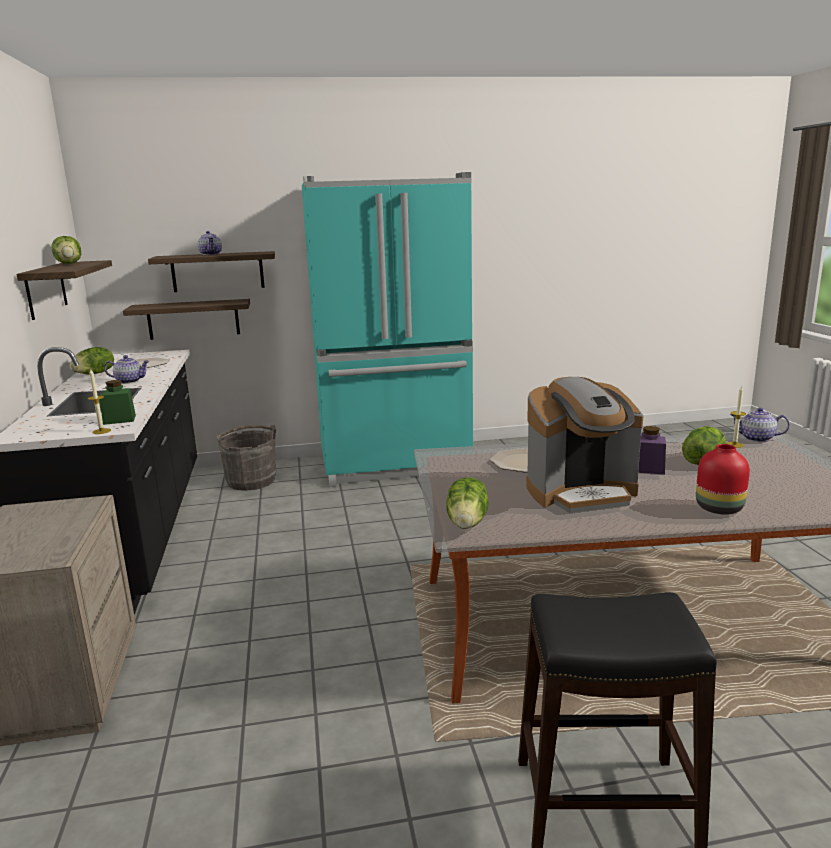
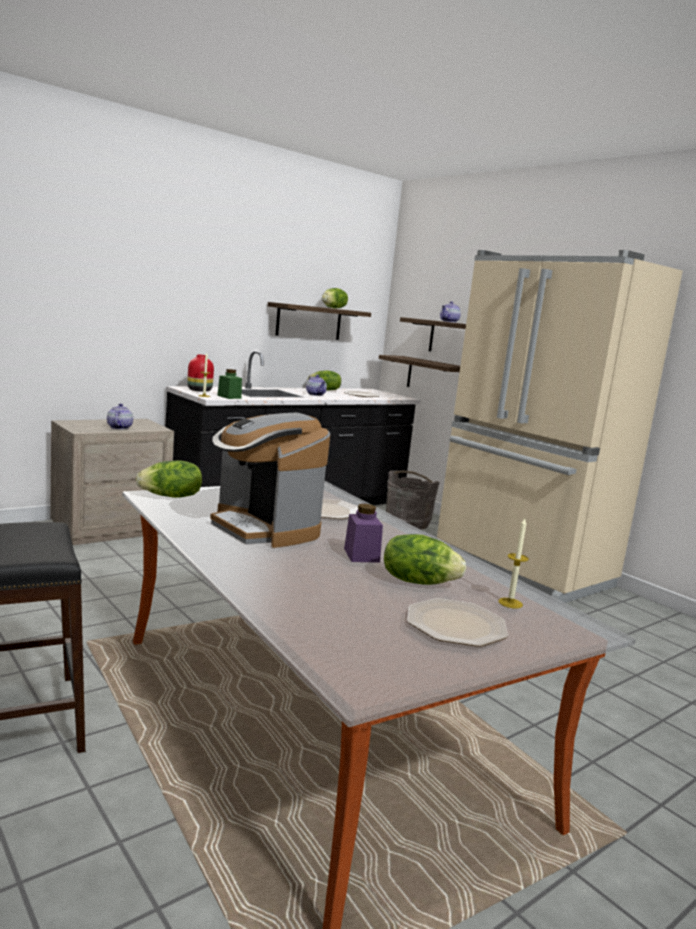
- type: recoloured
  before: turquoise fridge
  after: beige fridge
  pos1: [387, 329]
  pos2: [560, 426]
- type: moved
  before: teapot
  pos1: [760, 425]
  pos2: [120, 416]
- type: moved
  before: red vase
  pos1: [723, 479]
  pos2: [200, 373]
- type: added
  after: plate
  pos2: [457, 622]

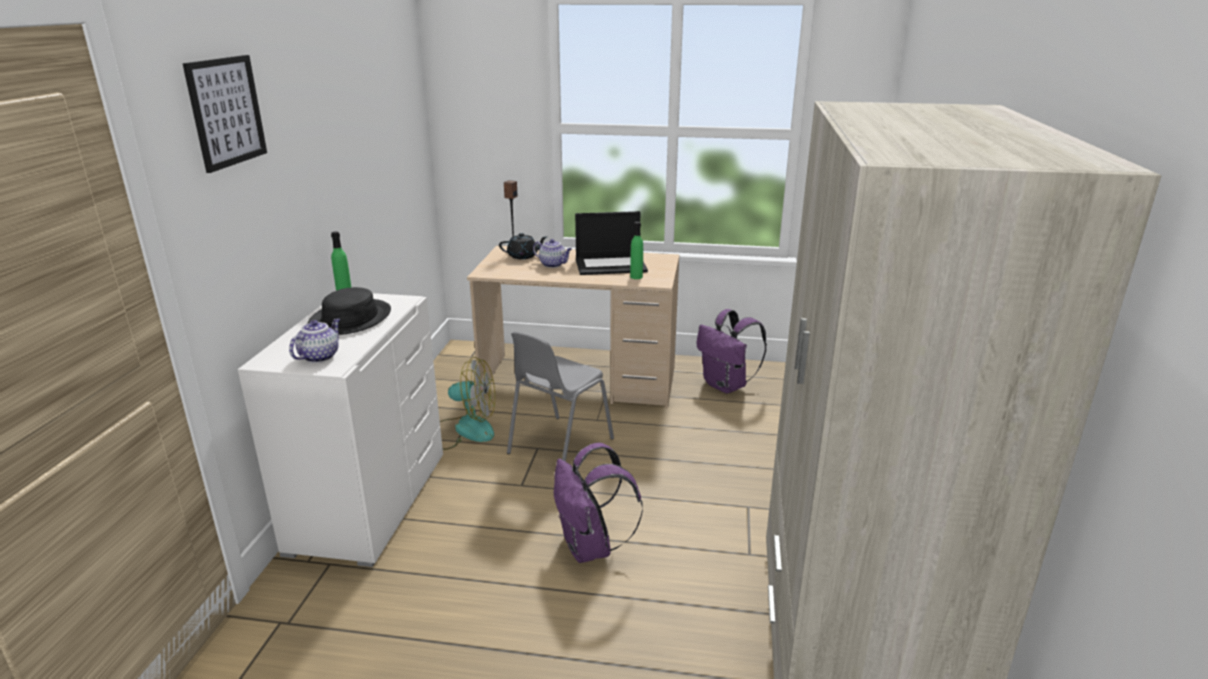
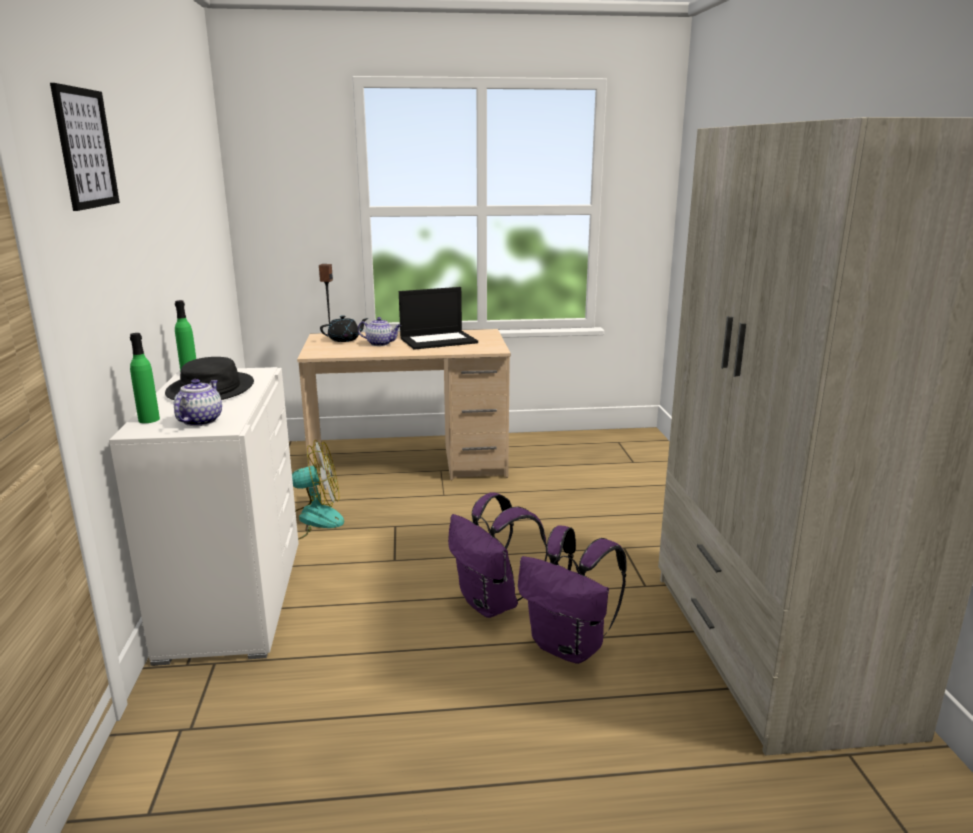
- type: moved
  before: green bottle
  pos1: [636, 250]
  pos2: [145, 378]
- type: moved
  before: purple backpack
  pos1: [731, 351]
  pos2: [572, 595]
- type: removed
  before: grey chair
  pos1: [560, 396]

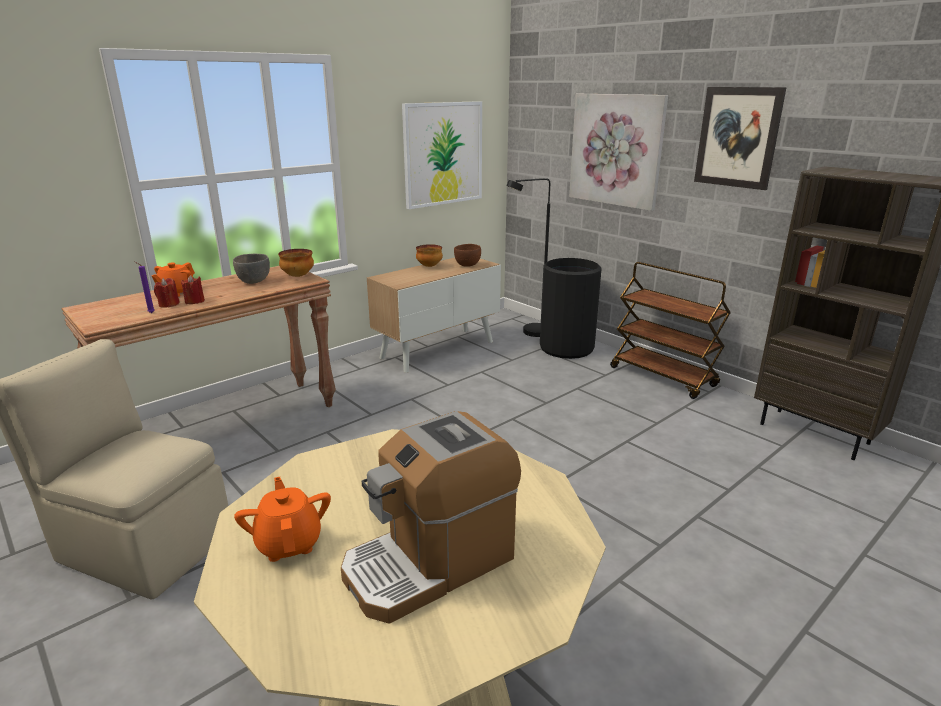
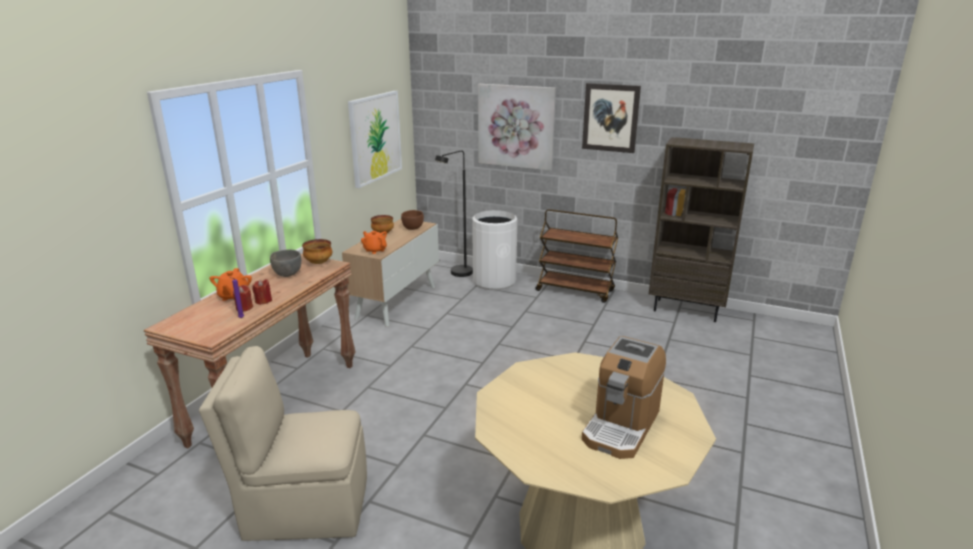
- type: recoloured
  before: black trash can
  after: white trash can
  pos1: [571, 308]
  pos2: [494, 250]
- type: moved
  before: orange teapot
  pos1: [282, 519]
  pos2: [374, 242]

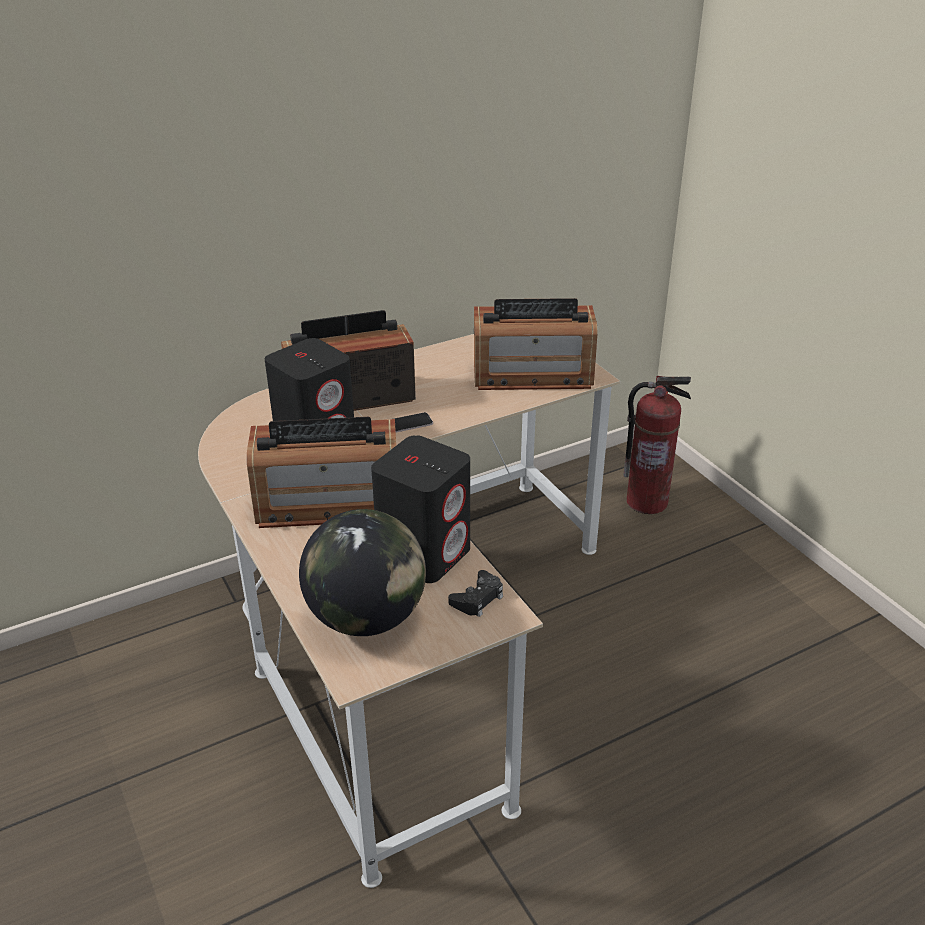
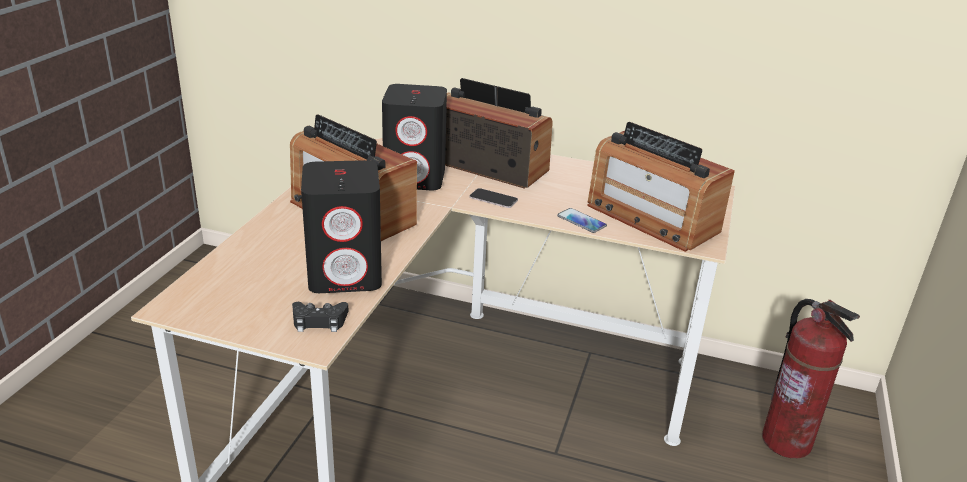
- type: removed
  before: globe
  pos1: [362, 572]
- type: added
  after: phone
  pos2: [582, 220]

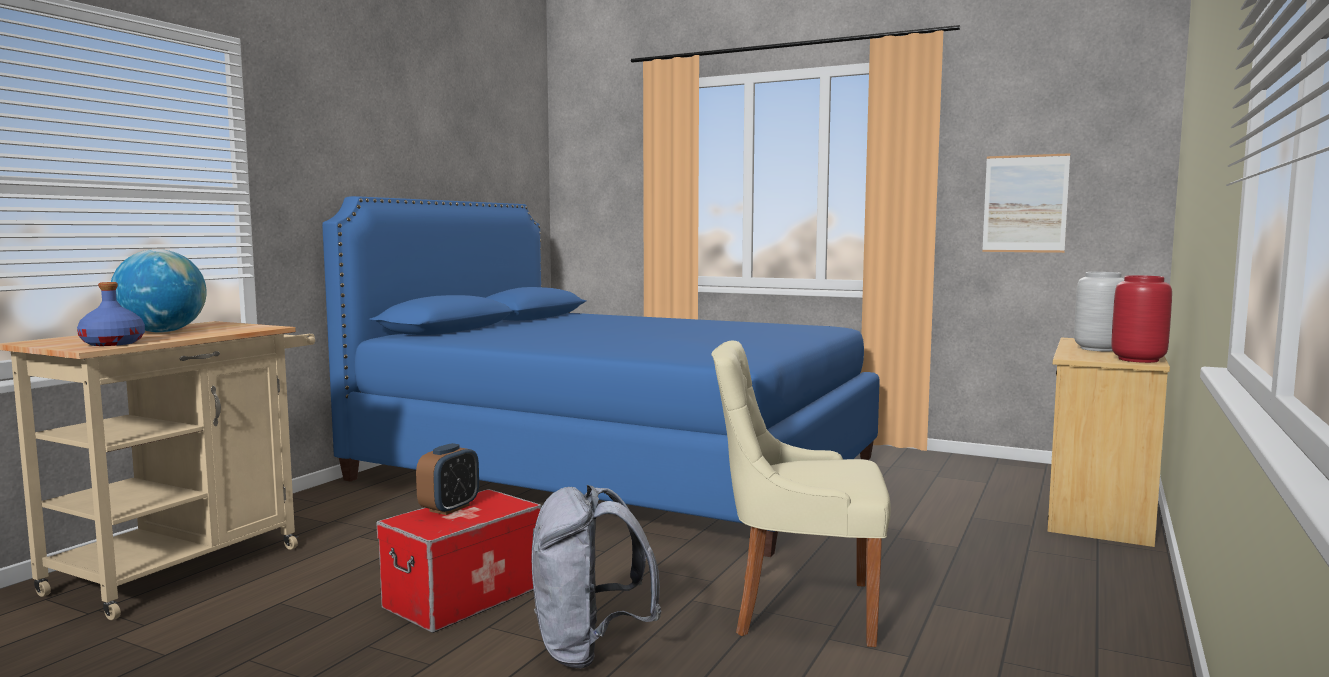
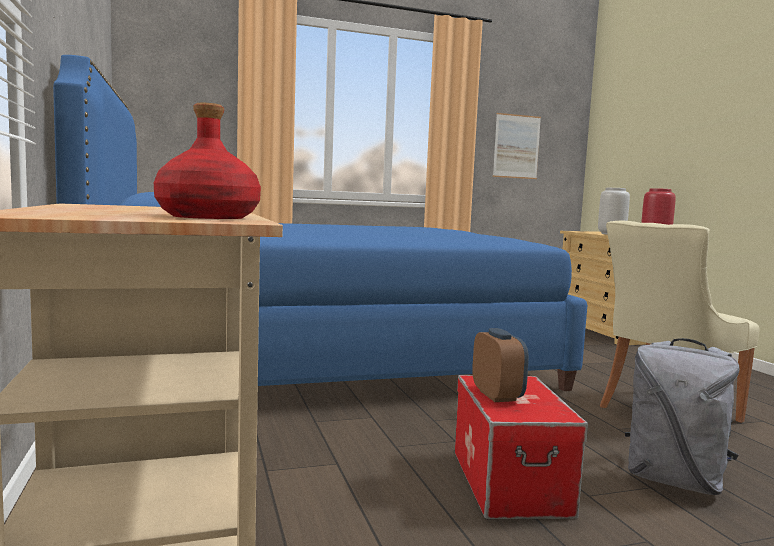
- type: removed
  before: globe
  pos1: [159, 291]
- type: recoloured
  before: blue bottle
  after: red bottle
  pos1: [111, 314]
  pos2: [207, 161]

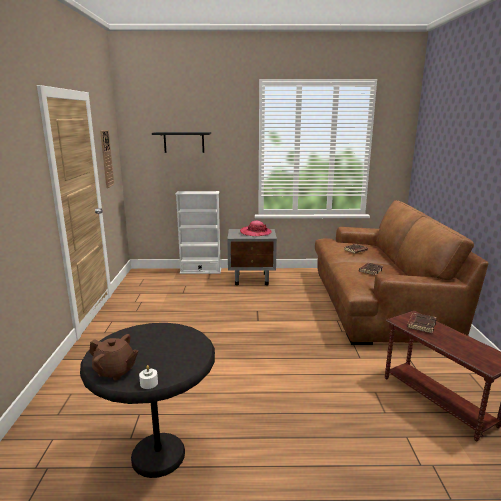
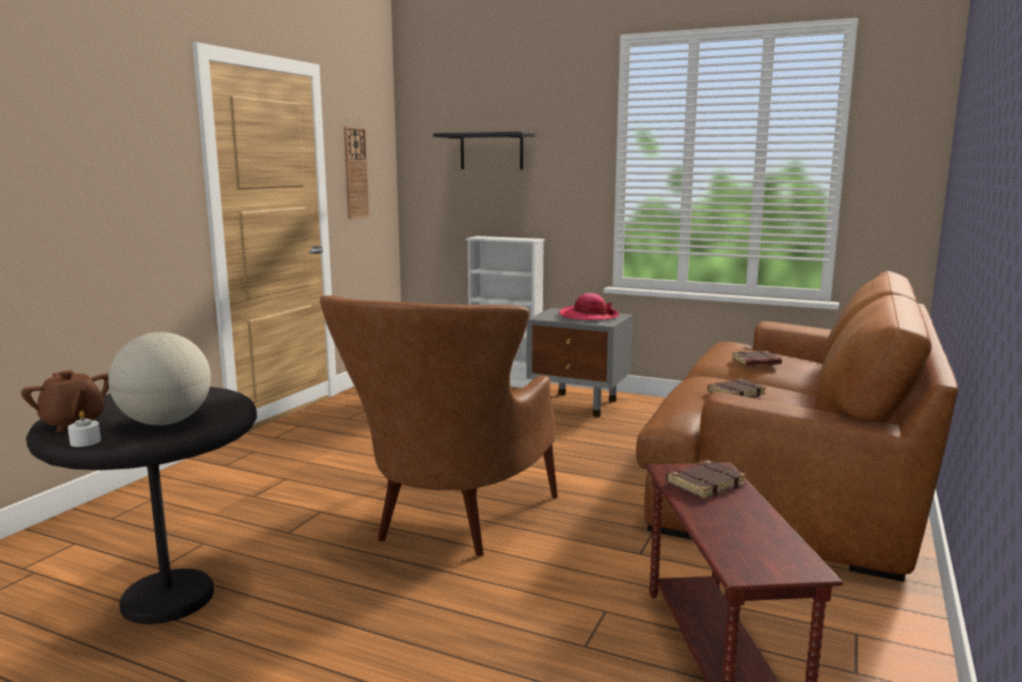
- type: added
  after: brown armchair
  pos2: [439, 426]
- type: added
  after: globe
  pos2: [159, 378]

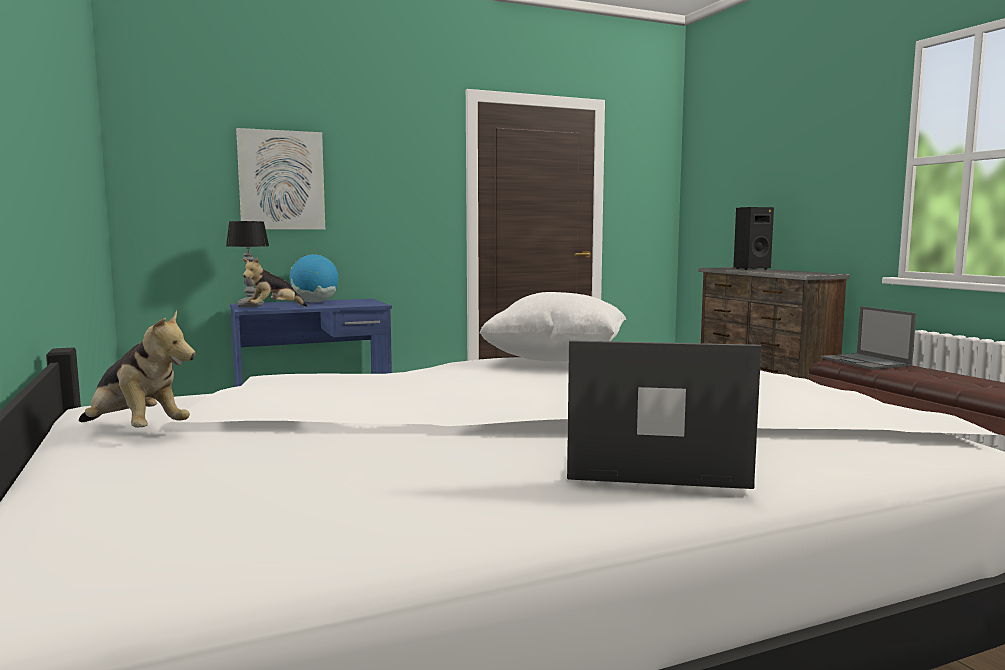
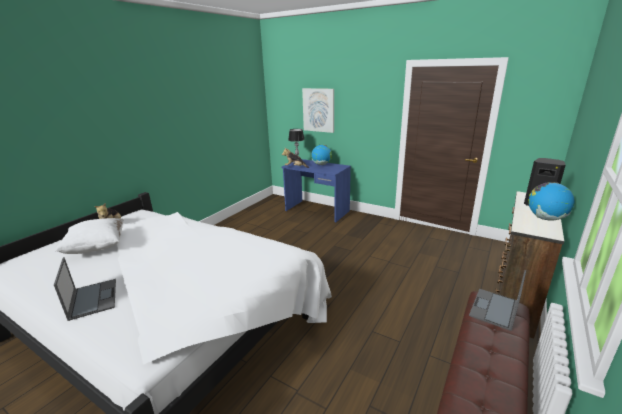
- type: moved
  before: white pillow
  pos1: [553, 326]
  pos2: [89, 236]
- type: added
  after: globe
  pos2: [551, 201]

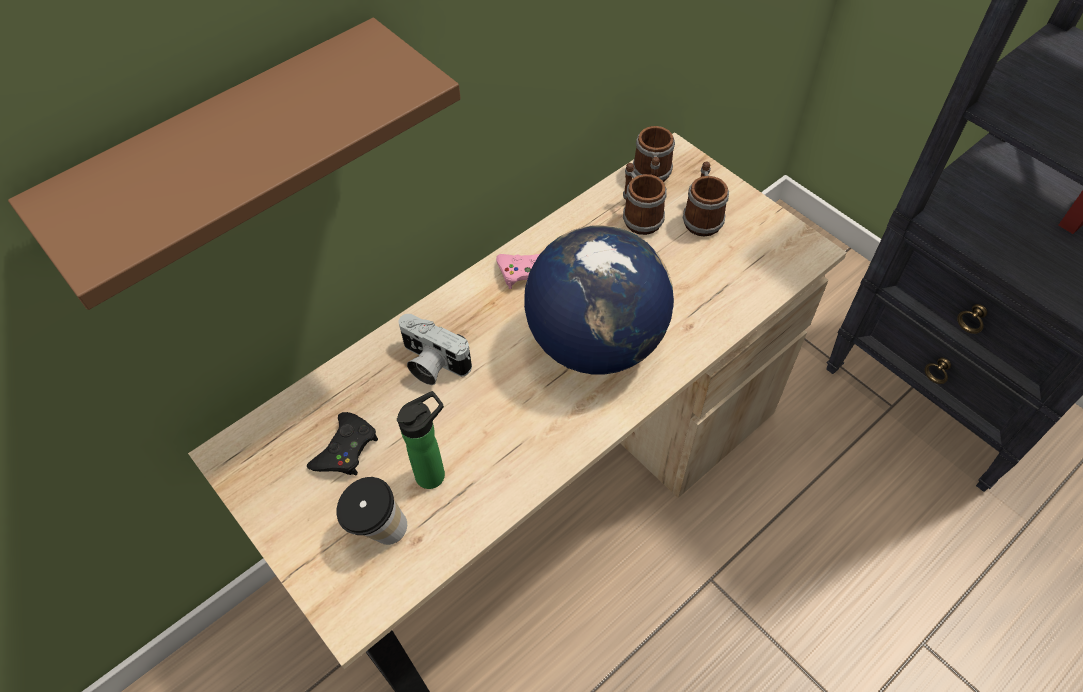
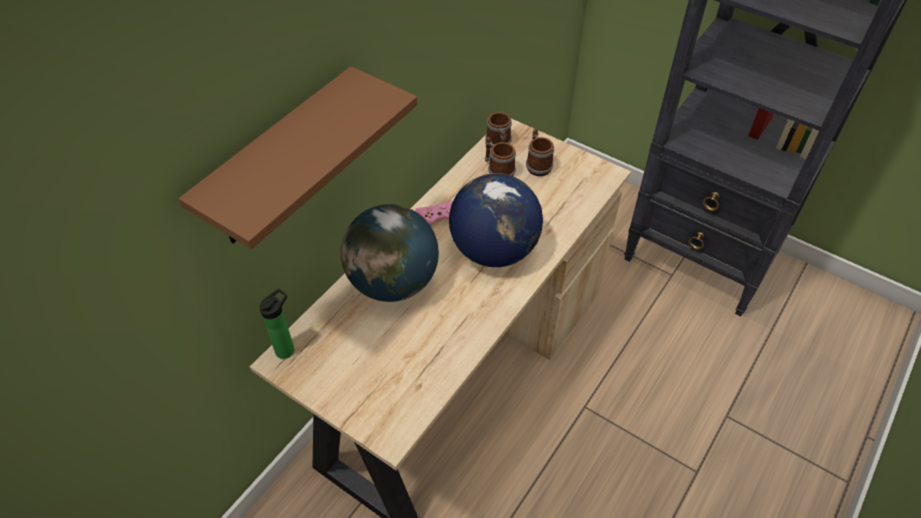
- type: replaced
  before: photo camera
  after: globe
  pos1: [435, 349]
  pos2: [390, 253]
- type: moved
  before: bottle
  pos1: [421, 440]
  pos2: [276, 323]
- type: removed
  before: black game controller
  pos1: [342, 443]
- type: removed
  before: cup
  pos1: [372, 511]

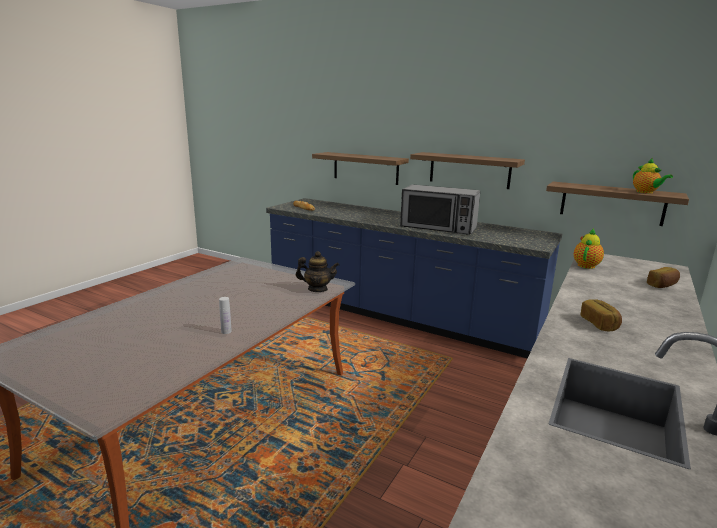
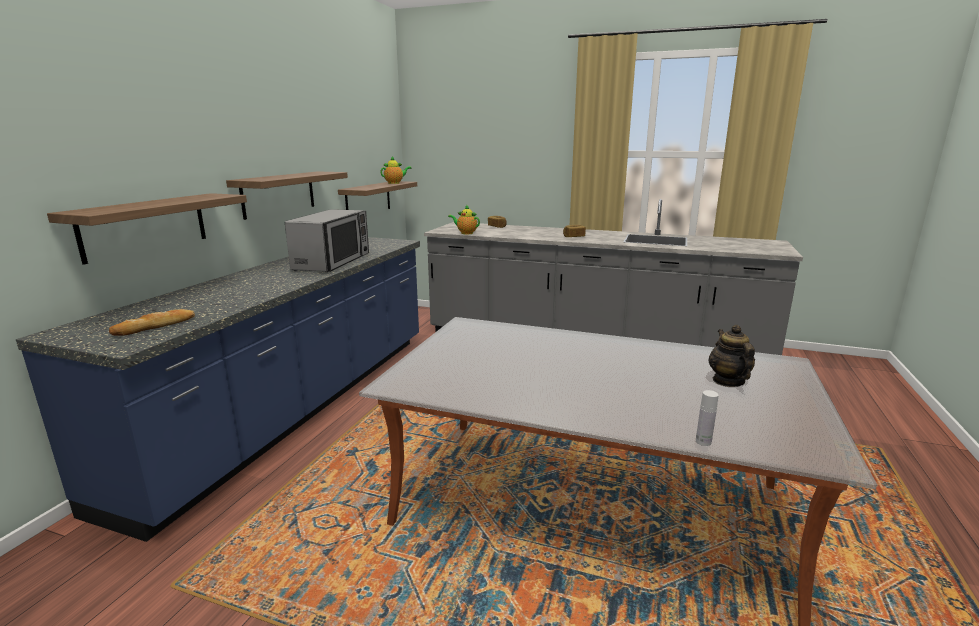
- type: moved
  before: teapot
  pos1: [317, 271]
  pos2: [731, 356]
- type: moved
  before: white bottle
  pos1: [225, 315]
  pos2: [707, 418]

